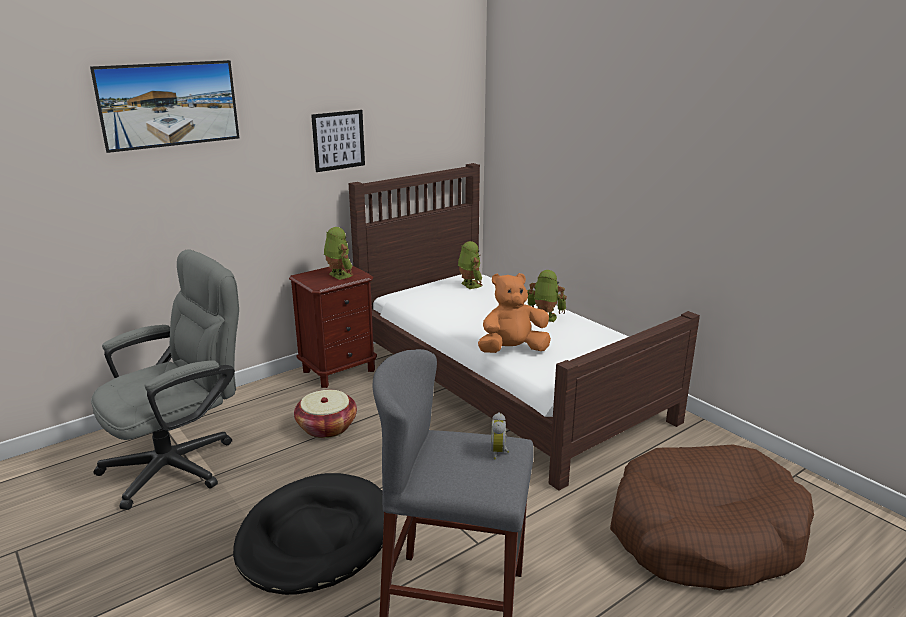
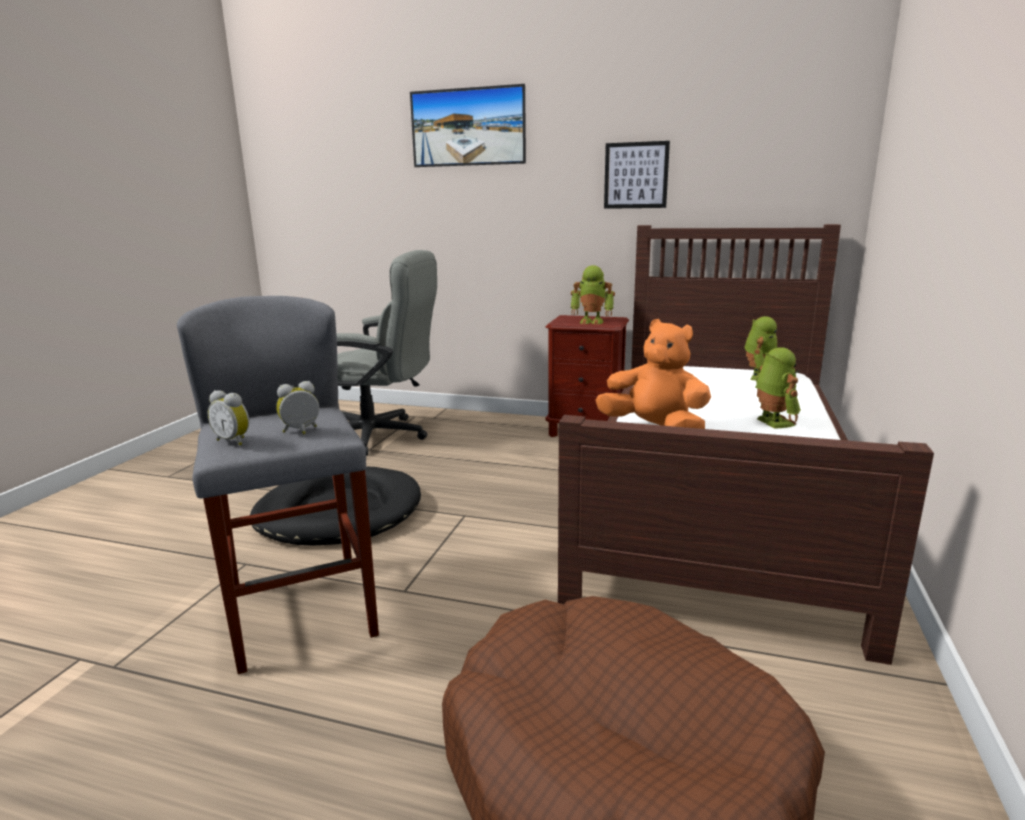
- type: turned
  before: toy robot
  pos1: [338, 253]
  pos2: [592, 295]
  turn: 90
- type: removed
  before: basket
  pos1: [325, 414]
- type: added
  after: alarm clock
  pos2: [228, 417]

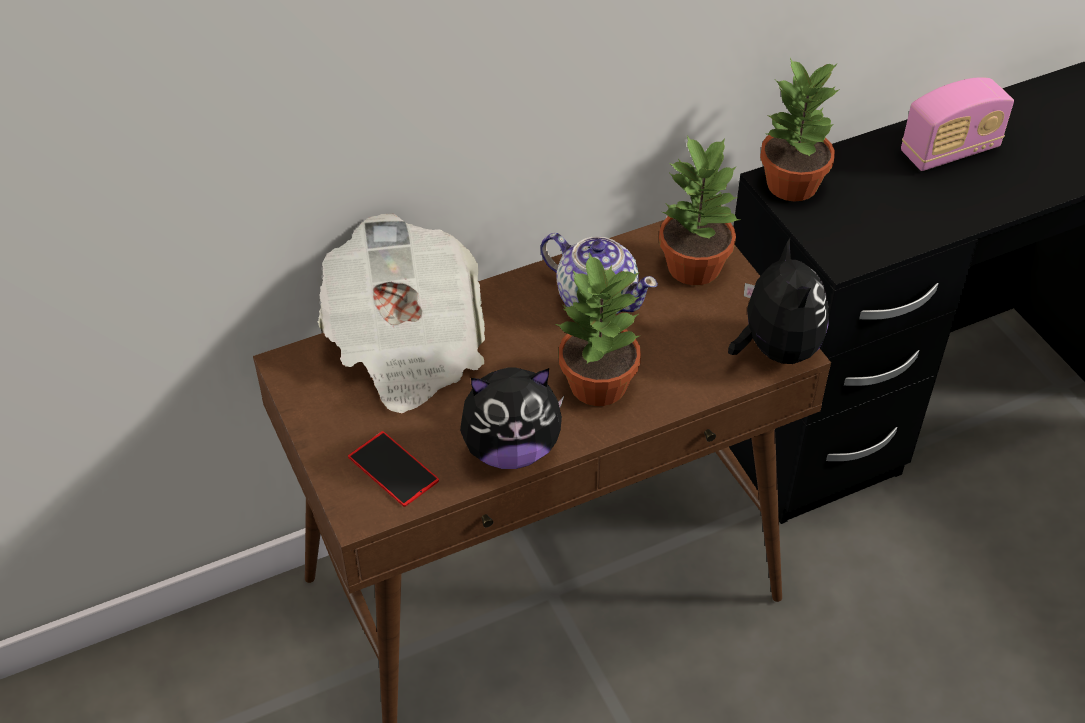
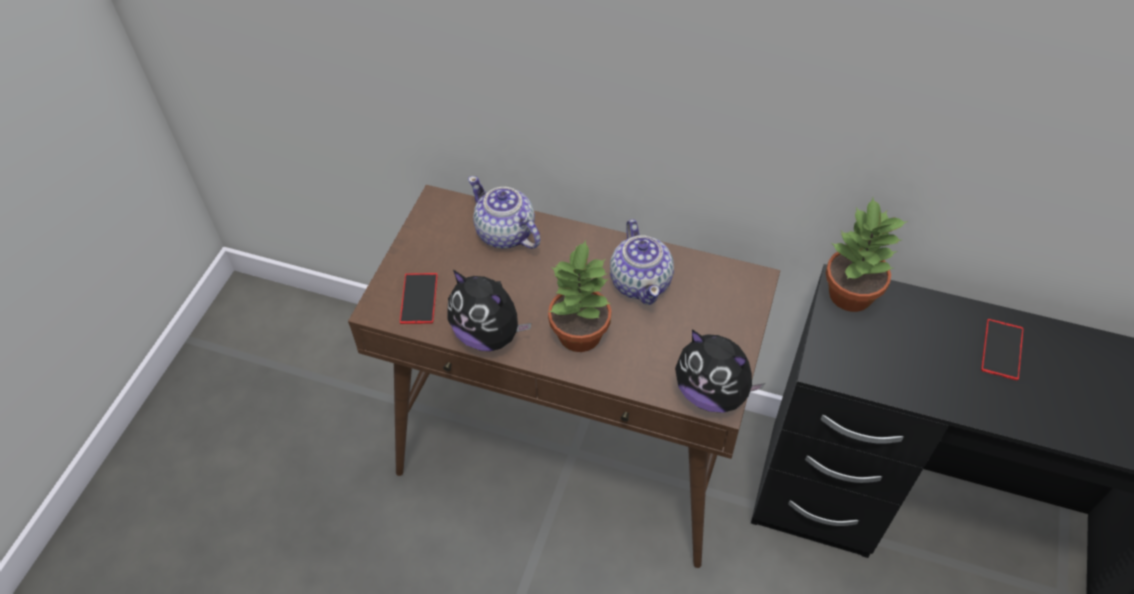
- type: replaced
  before: radio
  after: phone
  pos1: [957, 124]
  pos2: [1002, 349]
- type: removed
  before: potted plant
  pos1: [699, 210]
- type: replaced
  before: newspaper
  after: teapot
  pos1: [401, 313]
  pos2: [504, 212]
- type: turned
  before: plush toy
  pos1: [778, 301]
  pos2: [720, 371]
  turn: 90

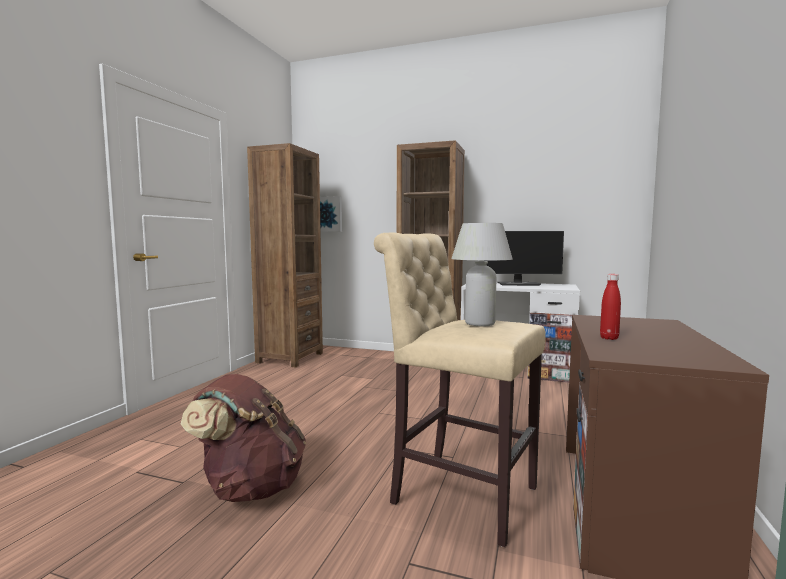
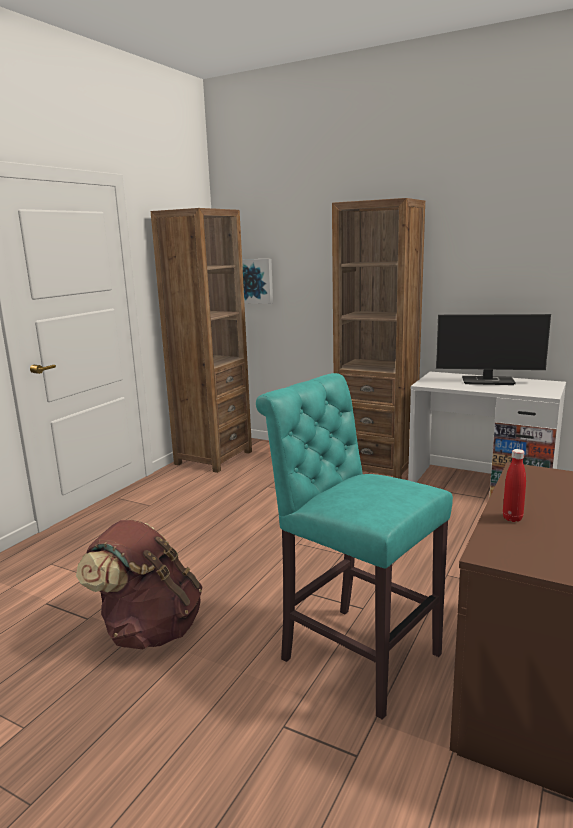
- type: removed
  before: white table lamp
  pos1: [482, 274]
- type: recoloured
  before: beige stool
  after: turquoise stool
  pos1: [460, 390]
  pos2: [354, 546]

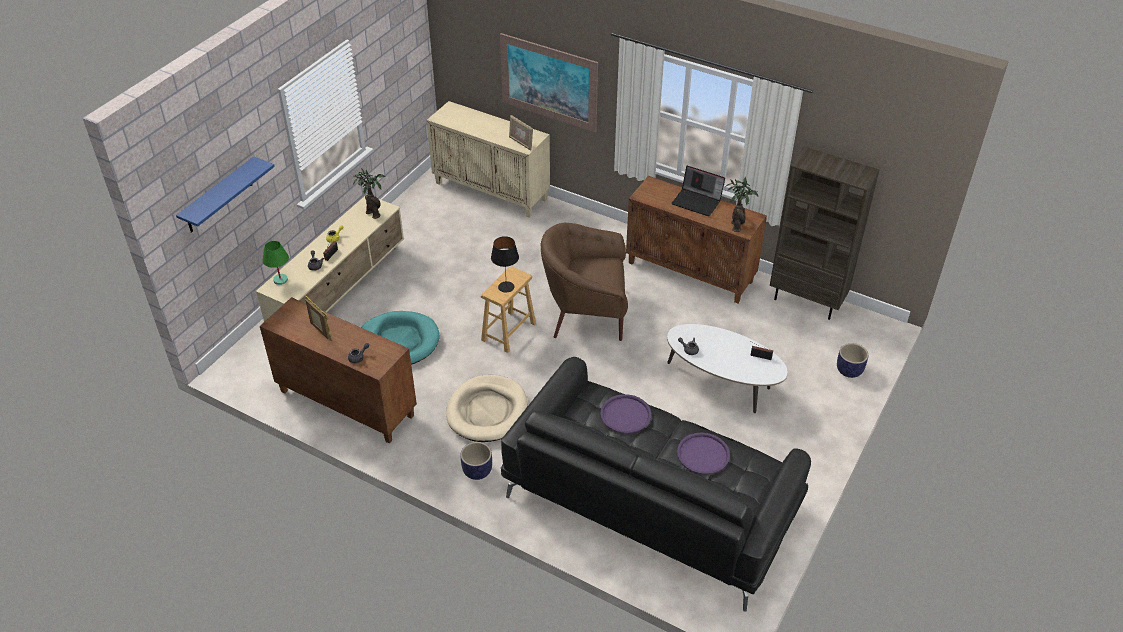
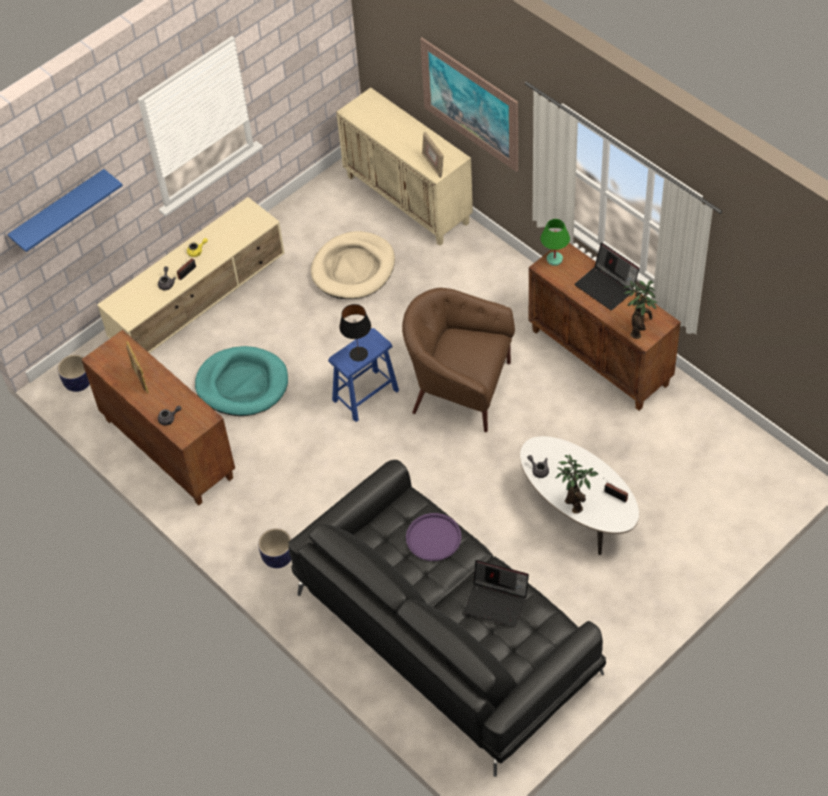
- type: removed
  before: brown bookcase
  pos1: [824, 233]
- type: moved
  before: potted plant
  pos1: [369, 193]
  pos2: [576, 484]
- type: moved
  before: green table lamp
  pos1: [276, 263]
  pos2: [555, 242]
- type: recoloured
  before: brown stool
  after: blue stool
  pos1: [508, 310]
  pos2: [363, 375]
- type: moved
  before: planter
  pos1: [852, 360]
  pos2: [74, 373]
- type: moved
  before: beige dog bed
  pos1: [486, 408]
  pos2: [353, 265]
- type: replaced
  before: purple tray
  after: laptop
  pos1: [703, 453]
  pos2: [496, 594]

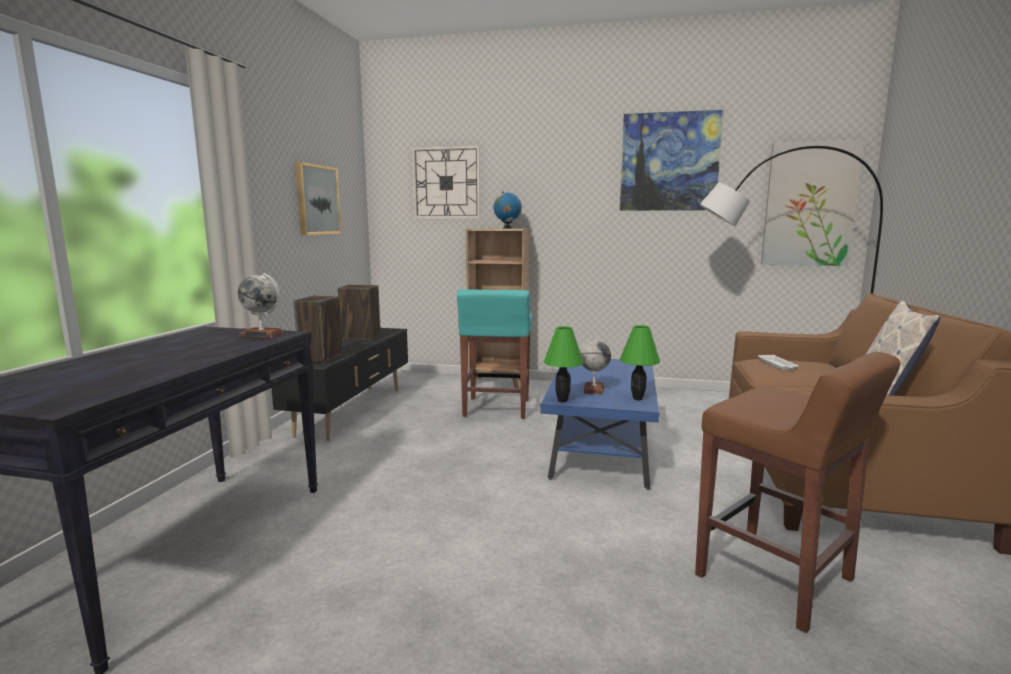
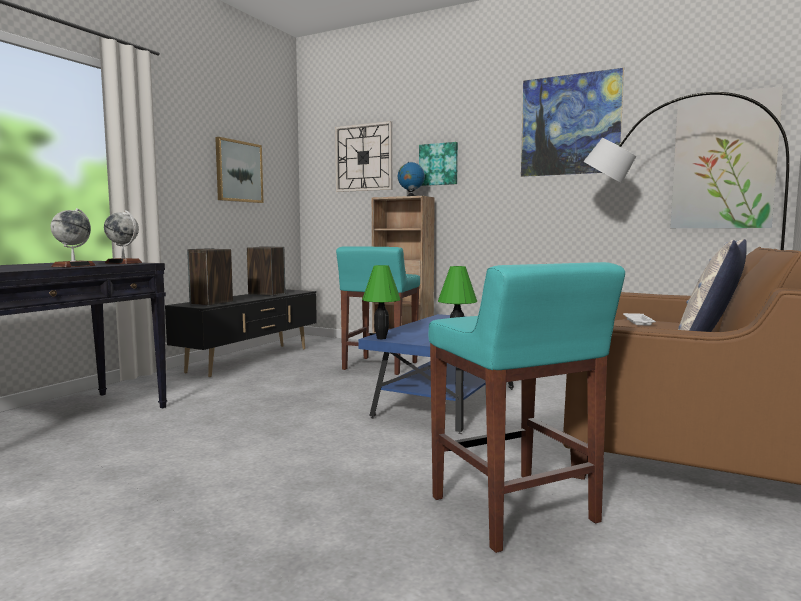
- type: moved
  before: globe
  pos1: [595, 365]
  pos2: [73, 237]
- type: recoloured
  before: brown stool
  after: turquoise stool
  pos1: [798, 492]
  pos2: [527, 407]
- type: added
  after: picture
  pos2: [438, 164]

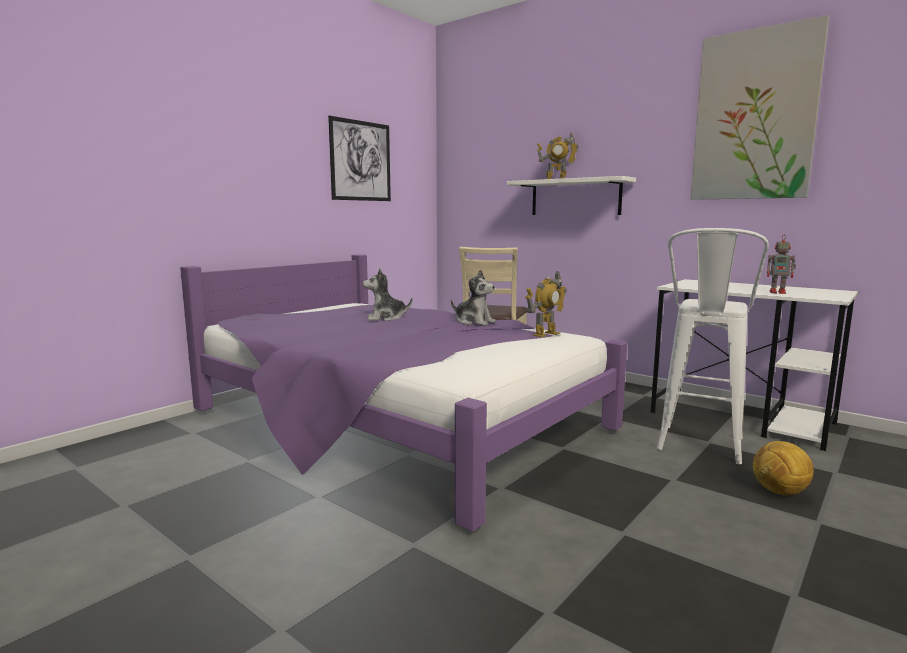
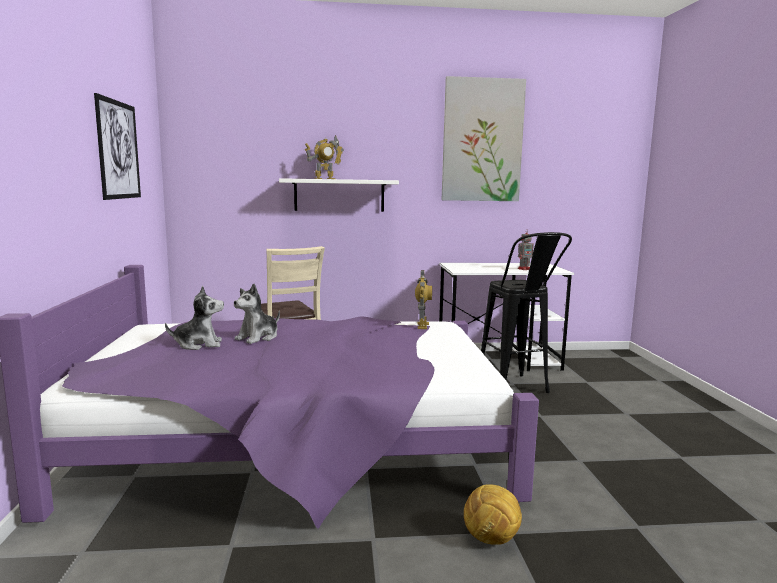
- type: recoloured
  before: white stool
  after: black stool
  pos1: [713, 346]
  pos2: [526, 312]
- type: moved
  before: plush toy
  pos1: [473, 297]
  pos2: [194, 318]
- type: moved
  before: football
  pos1: [783, 468]
  pos2: [493, 514]

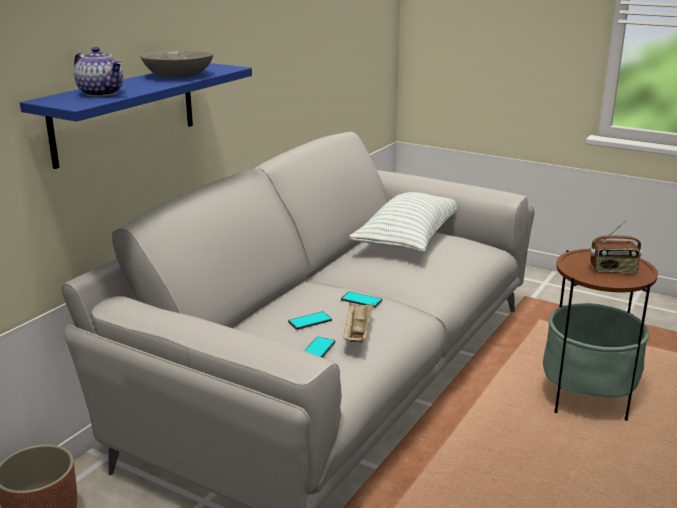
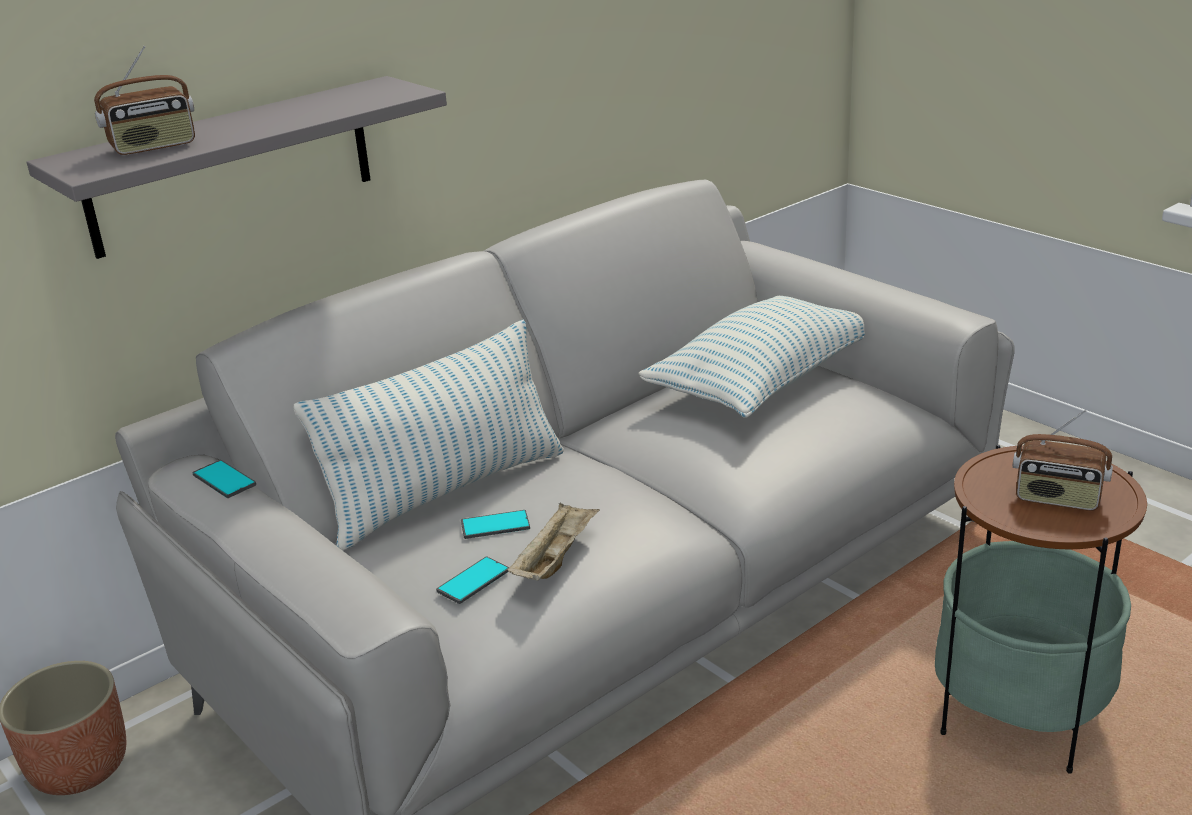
- type: replaced
  before: teapot
  after: radio
  pos1: [98, 72]
  pos2: [144, 100]
- type: removed
  before: grey bowl
  pos1: [176, 64]
- type: recoloured
  before: blue shelf
  after: grey shelf
  pos1: [136, 116]
  pos2: [237, 167]
- type: moved
  before: phone
  pos1: [361, 300]
  pos2: [224, 479]
- type: added
  after: pillow
  pos2: [429, 435]

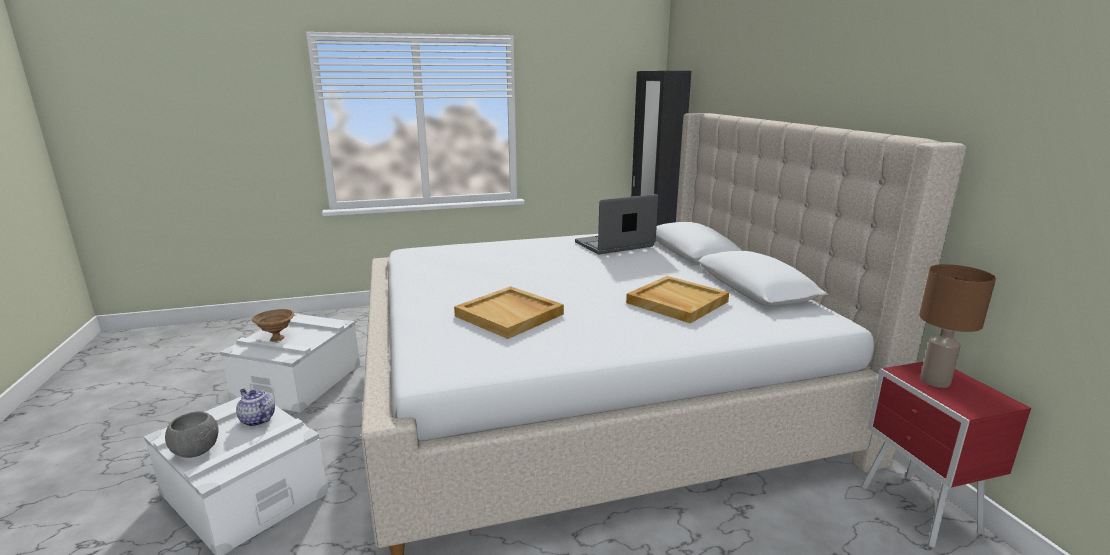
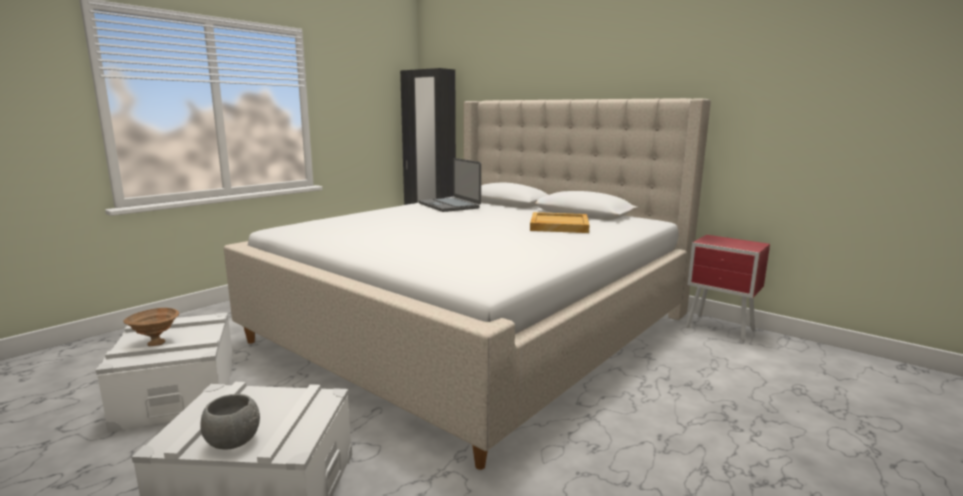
- type: turned
  before: laptop
  pos1: [616, 224]
  pos2: [450, 185]
  turn: -60
- type: removed
  before: brown table lamp
  pos1: [957, 326]
- type: removed
  before: beige tray
  pos1: [509, 312]
- type: removed
  before: teapot
  pos1: [255, 408]

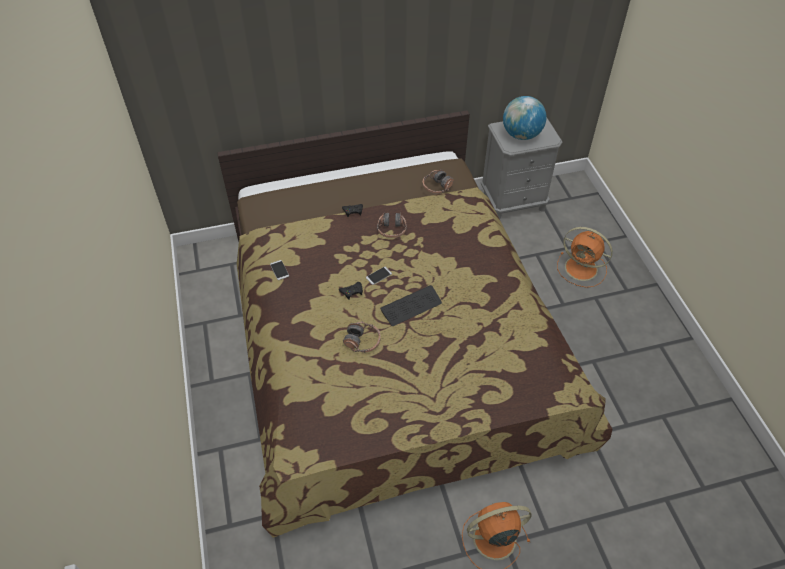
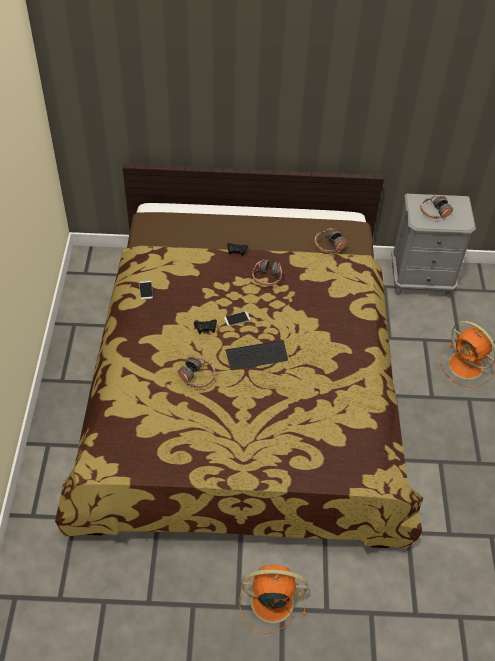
- type: replaced
  before: globe
  after: headphones
  pos1: [524, 118]
  pos2: [437, 207]

